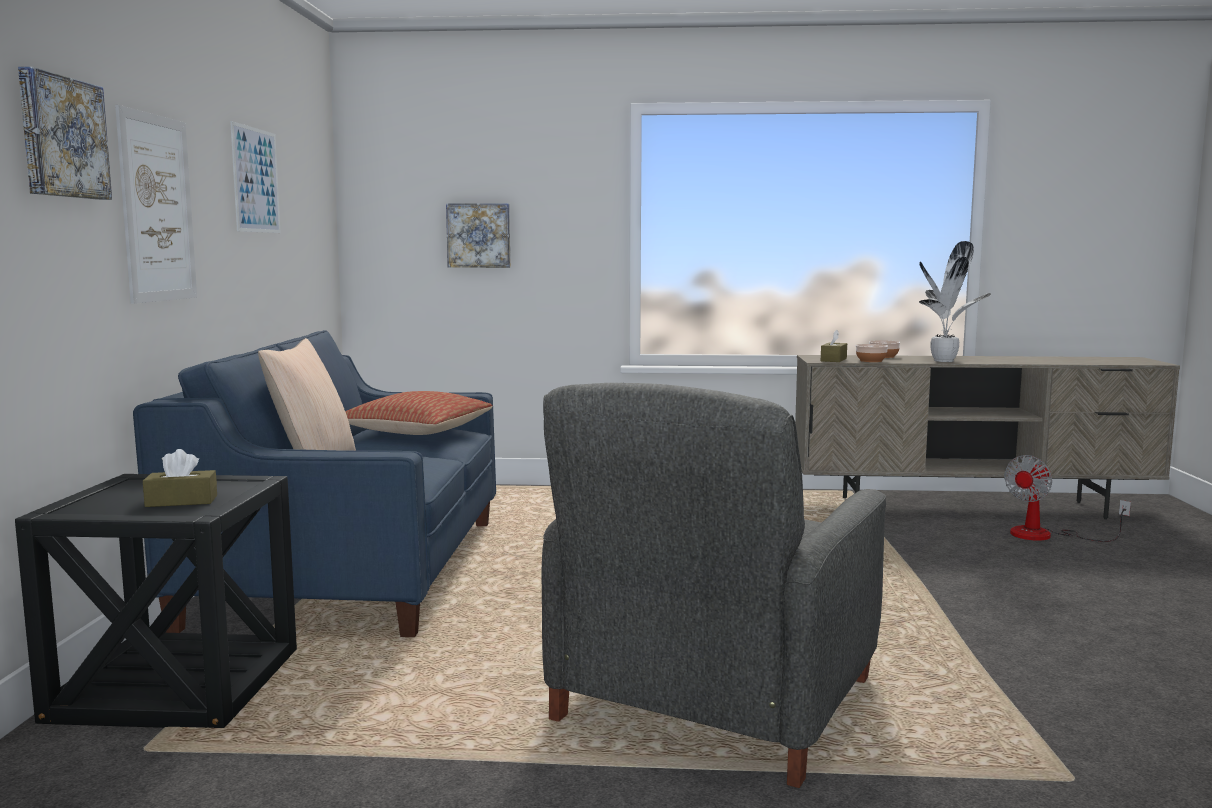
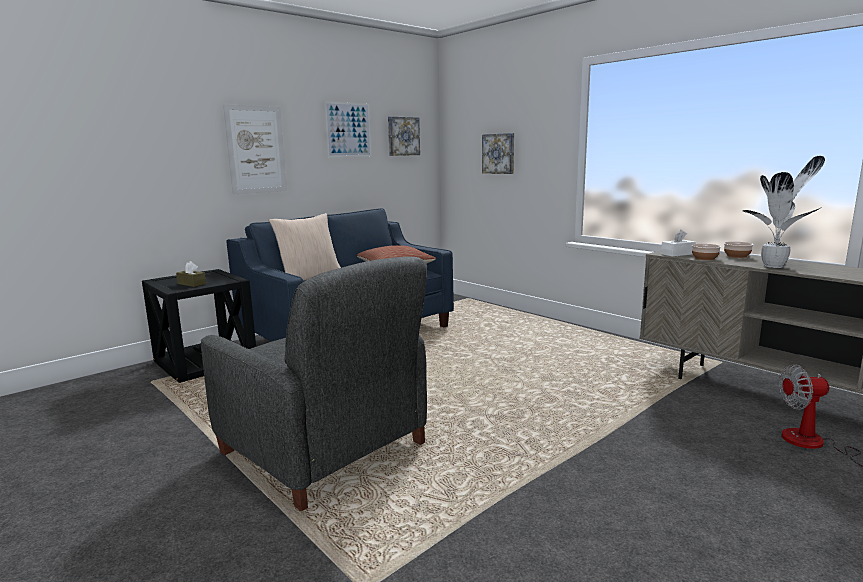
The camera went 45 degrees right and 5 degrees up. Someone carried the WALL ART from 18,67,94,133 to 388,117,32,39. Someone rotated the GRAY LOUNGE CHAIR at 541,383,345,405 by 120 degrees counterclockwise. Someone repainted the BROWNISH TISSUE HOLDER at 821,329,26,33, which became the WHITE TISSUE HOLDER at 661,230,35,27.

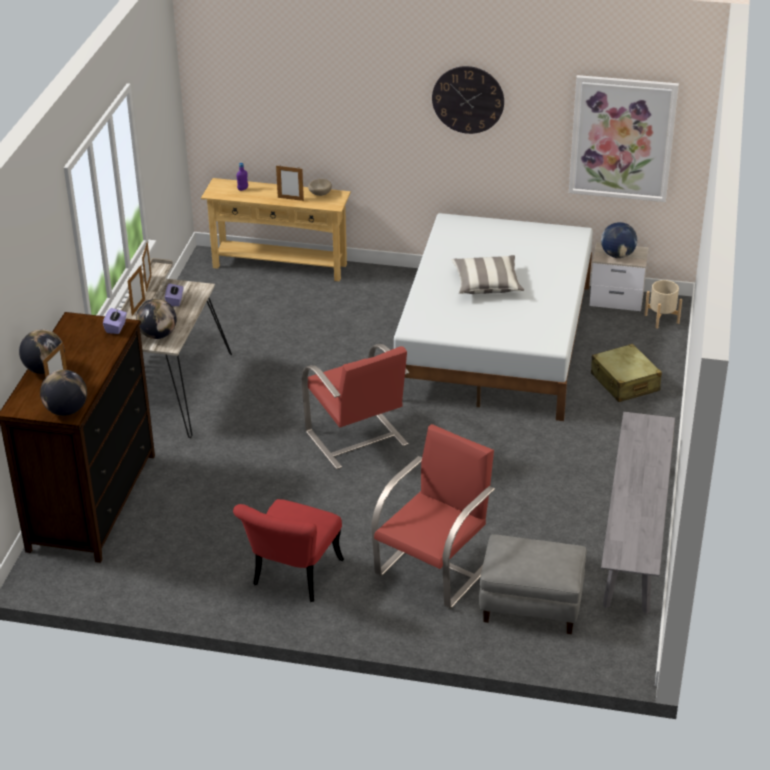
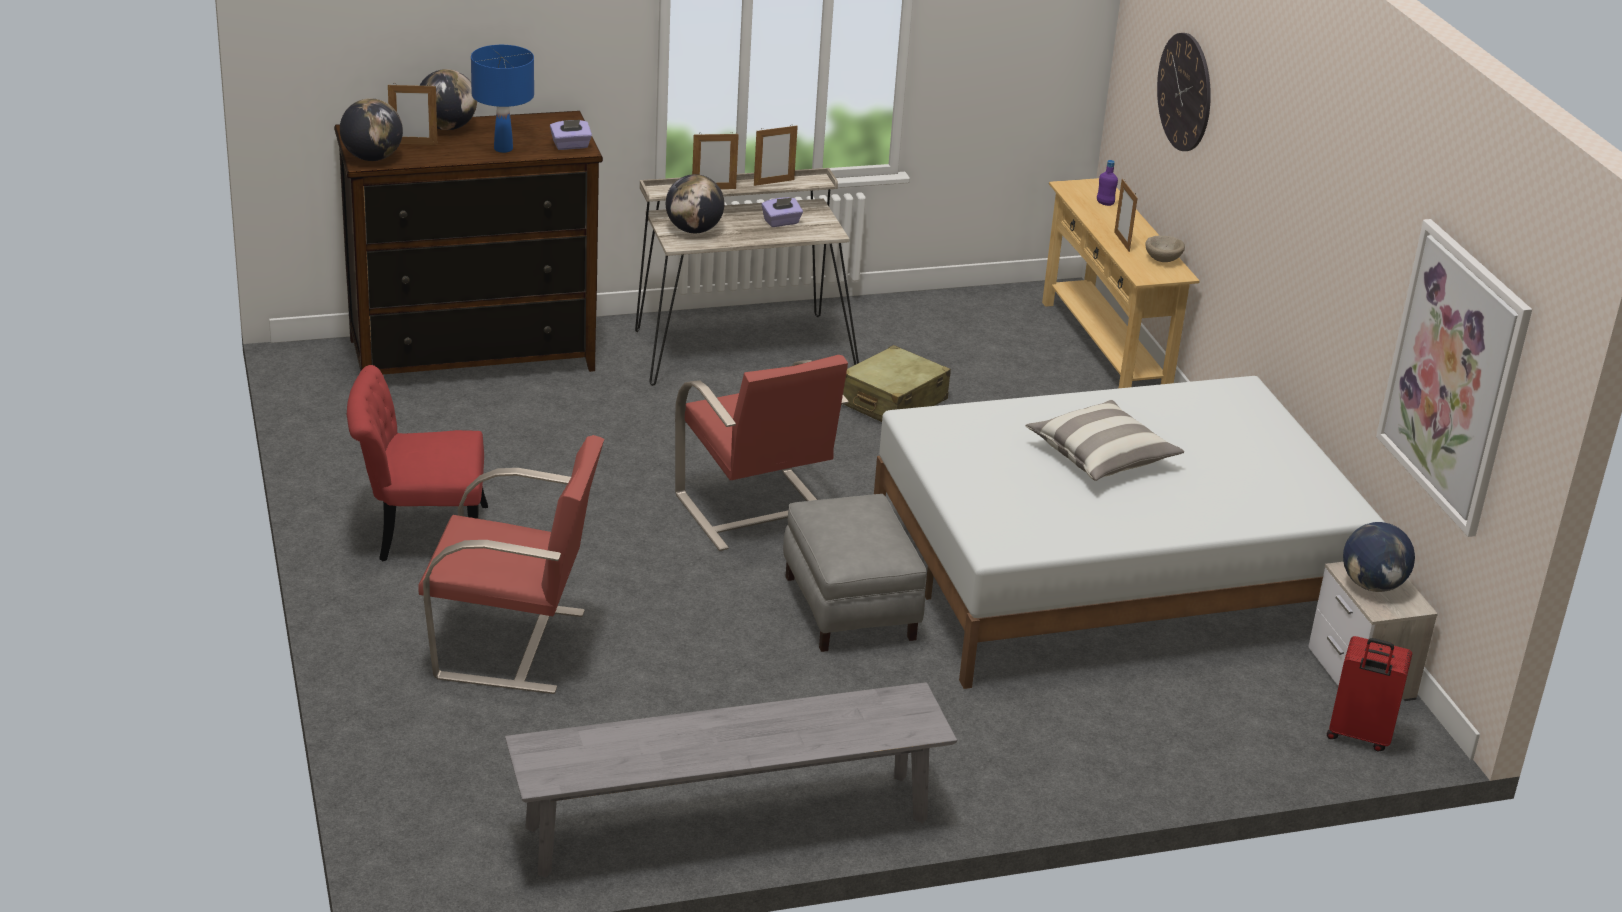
The camera went 60 degrees right and 5 degrees down. Someone rotated the REDDISH LOUNGE CHAIR at 301,344,108,125 by 60 degrees counterclockwise. Someone carried the CLOCK ON THE WALL from 432,66,72,68 to 1157,33,54,118. Someone carried the GRAY OTTOMAN from 479,534,107,100 to 783,494,144,158. Someone carried the BEIGE-COLOURED PIECE OF LUGGAGE from 591,344,71,58 to 843,345,108,77. Someone swapped the BEIGE-COLOURED PLANTER at 644,280,38,49 for the REDDISH PIECE OF LUGGAGE at 1327,636,85,116. Someone put down the BLUE-COLOURED TABLE LAMP at 471,45,63,108.

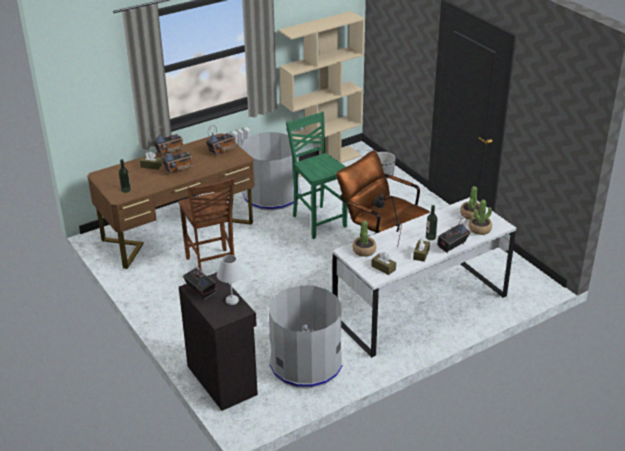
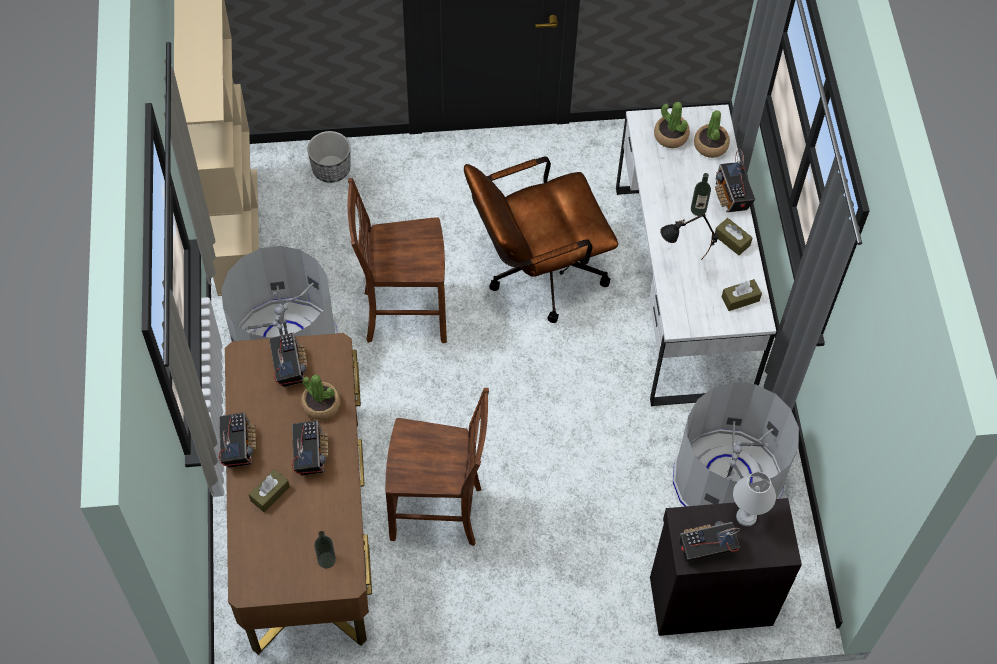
The camera went 65 degrees left and 25 degrees up. Someone repainted the GREEN-COLOURED PLAIN CHAIR at 286,112,62,127, which became the BROWNISH PLAIN CHAIR at 348,178,99,165. Someone carried the PLANT IN A POT from 352,220,24,37 to 301,375,40,45.

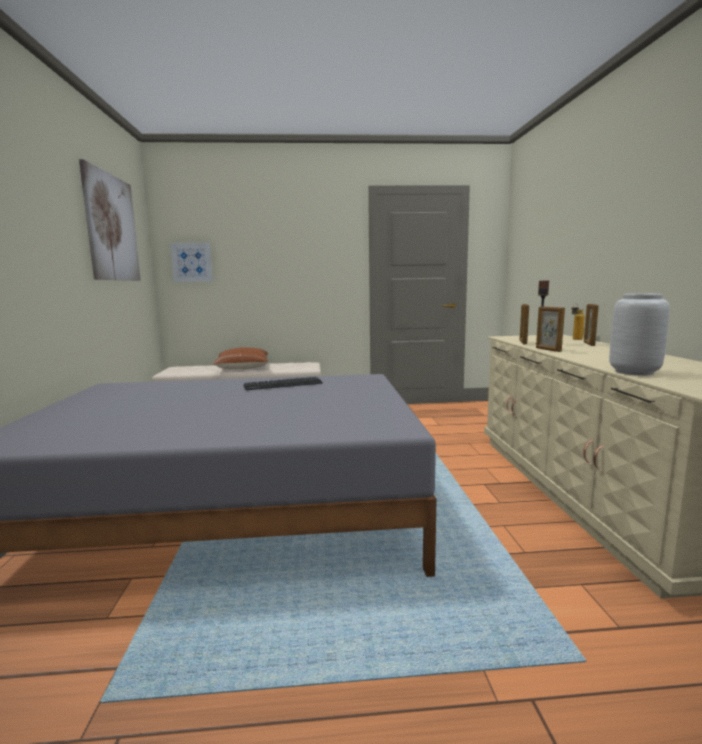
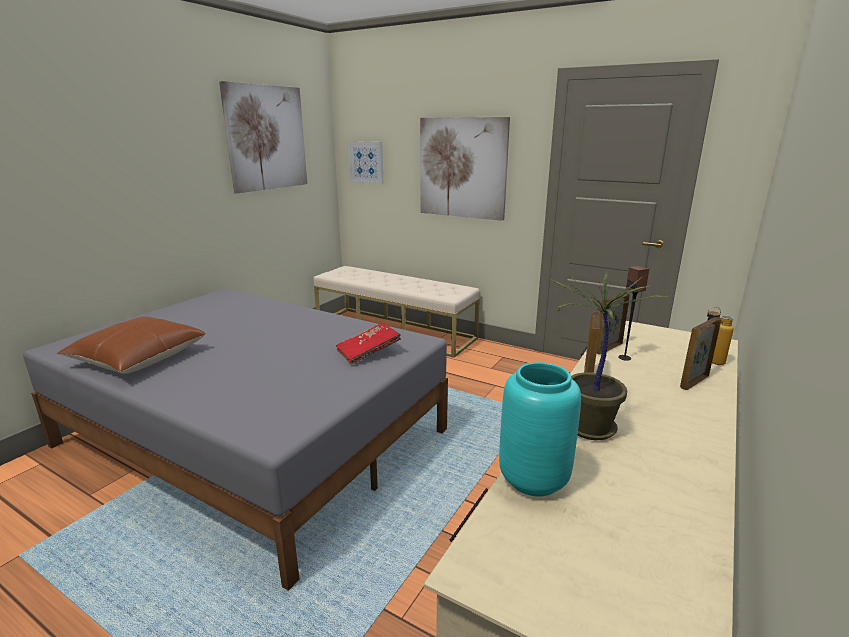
The camera went 35 degrees right and 10 degrees up. Someone carried the BROWNISH THROW PILLOW from 213,347,55,23 to 56,316,150,58. Someone took away the KEYBOARD at 243,377,80,13. Someone repainted the GRAY DECORATIVE VASE at 609,294,61,82, which became the TURQUOISE DECORATIVE VASE at 499,362,82,135. Someone put down the REDDISH VOLUME at 336,323,65,41. Someone put up the WALL ART at 420,117,90,104. Someone put down the PLANT IN A POT at 551,269,121,171.

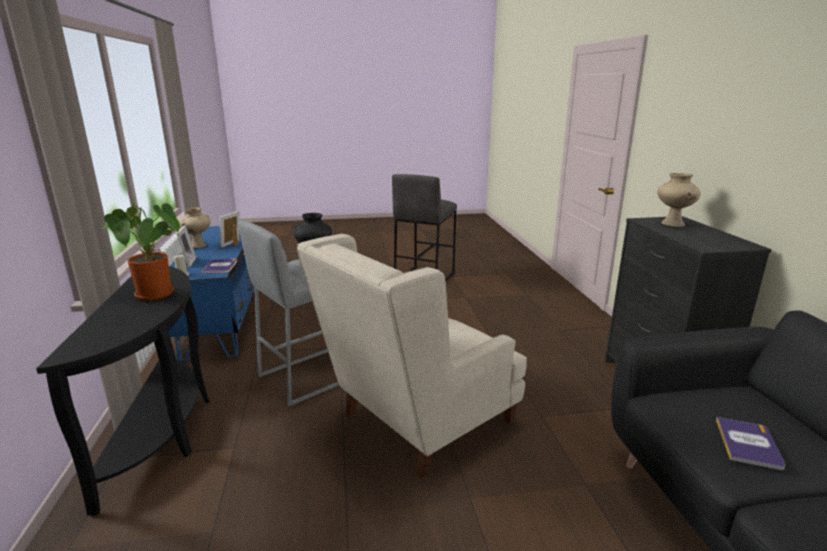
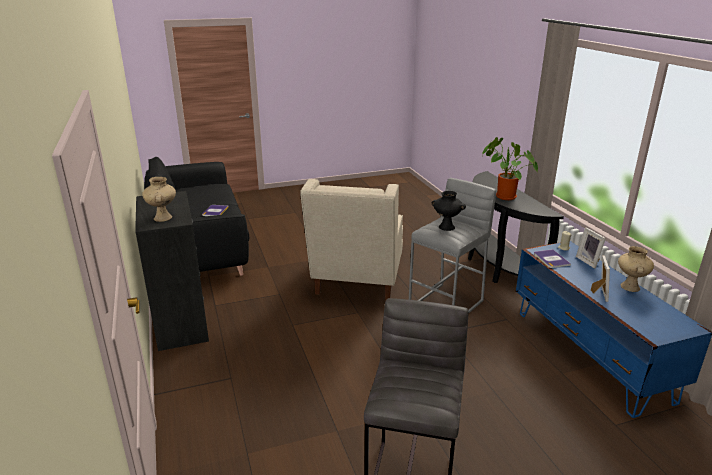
The camera went 170 degrees right and 5 degrees up. Someone rotated the BEIGE-COLOURED LOUNGE CHAIR at 297,234,230,245 by 150 degrees clockwise.

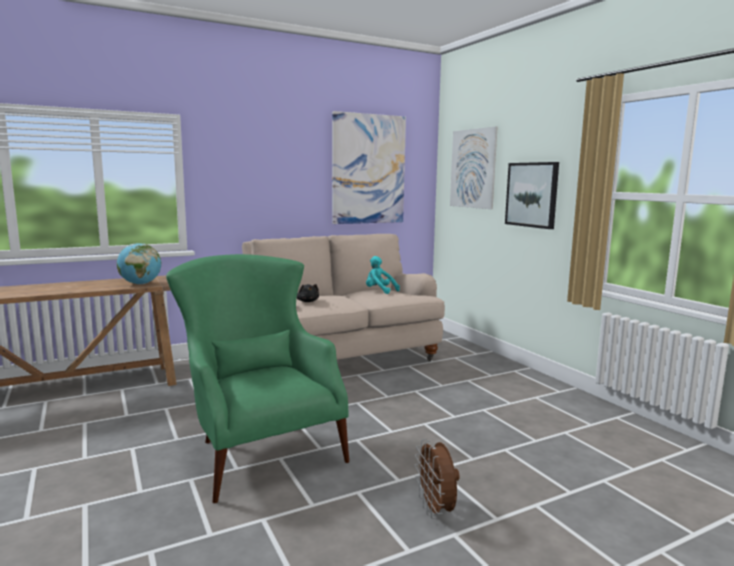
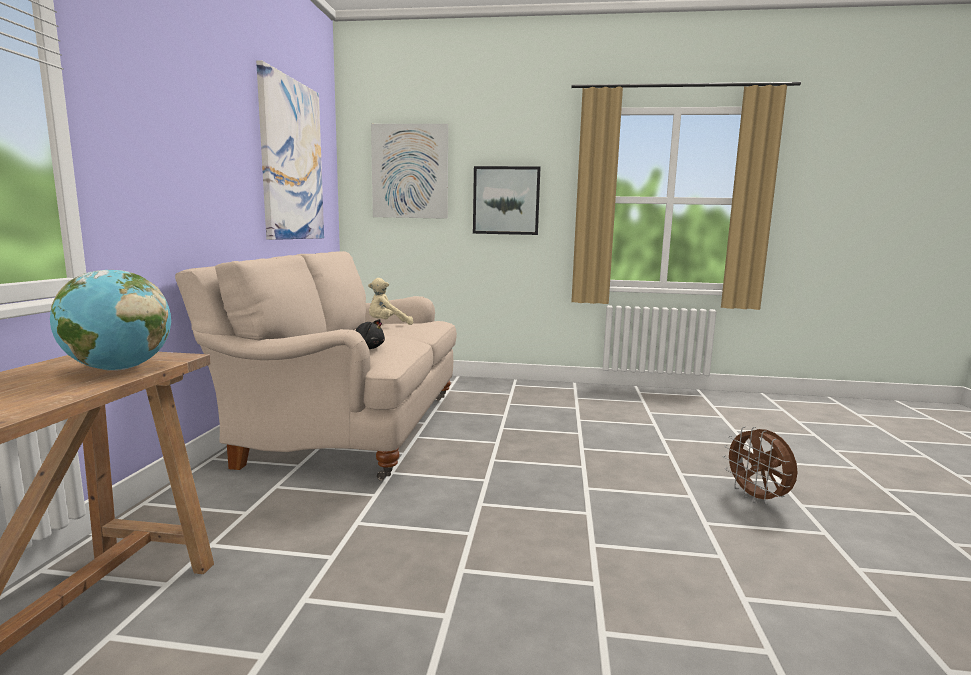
The camera went 55 degrees left and 0 degrees up. Someone took away the GREEN-COLOURED LOUNGE CHAIR at 166,254,183,249. Someone repainted the TURQUOISE SOFT TOY at 366,256,34,38, which became the BEIGE-COLOURED SOFT TOY at 368,278,45,47. Someone rotated the BROWNISH COOLING FAN at 414,439,46,80 by 45 degrees clockwise.

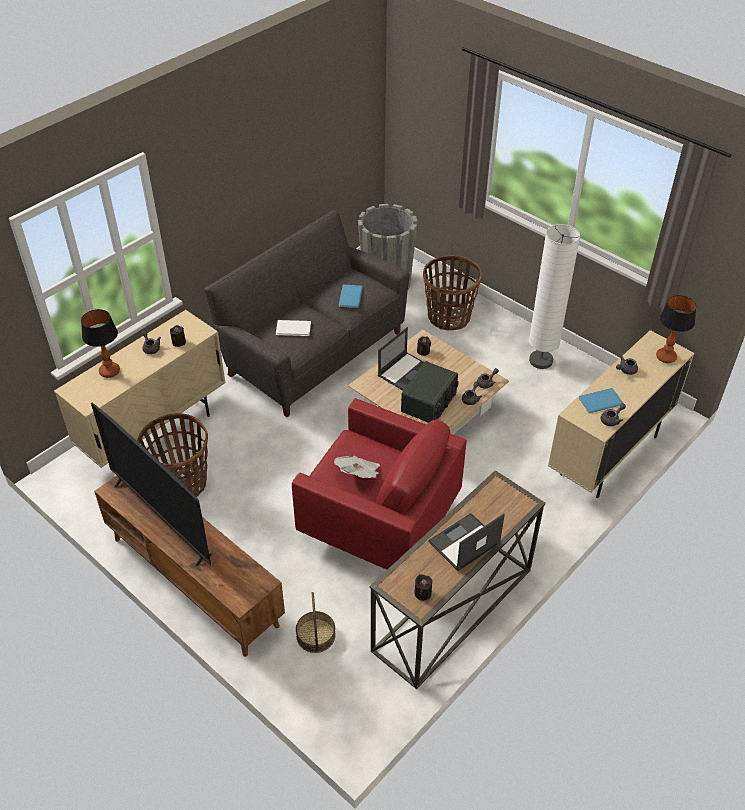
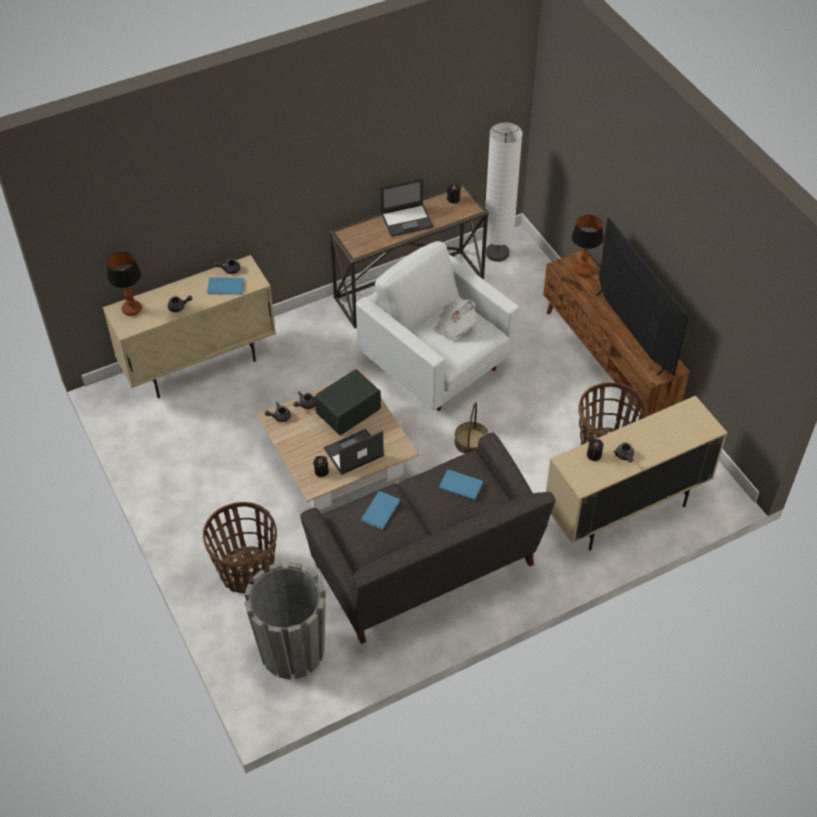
The camera went 160 degrees left and 5 degrees up. Someone carried the TABLE LAMP from 81,309,39,69 to 572,215,31,61. Someone repainted the WHITE VOLUME at 276,320,35,16, which became the BLUE-COLOURED VOLUME at 439,470,44,30. Someone repainted the REDDISH LOUNGE CHAIR at 292,398,175,172, which became the WHITE LOUNGE CHAIR at 356,241,164,170. Someone carried the BASKET from 296,592,40,61 to 454,402,35,52. Someone carried the WHITE STANDARD LAMP from 529,224,51,145 to 485,122,38,140.

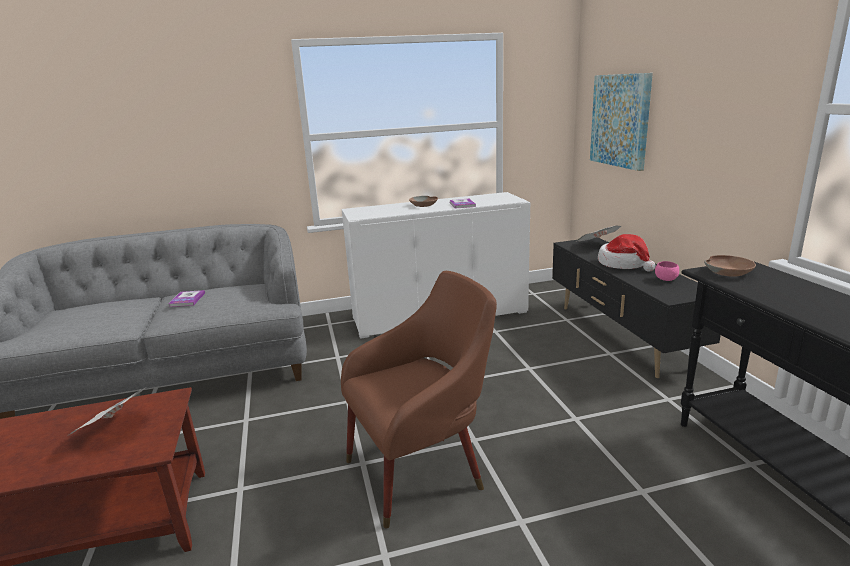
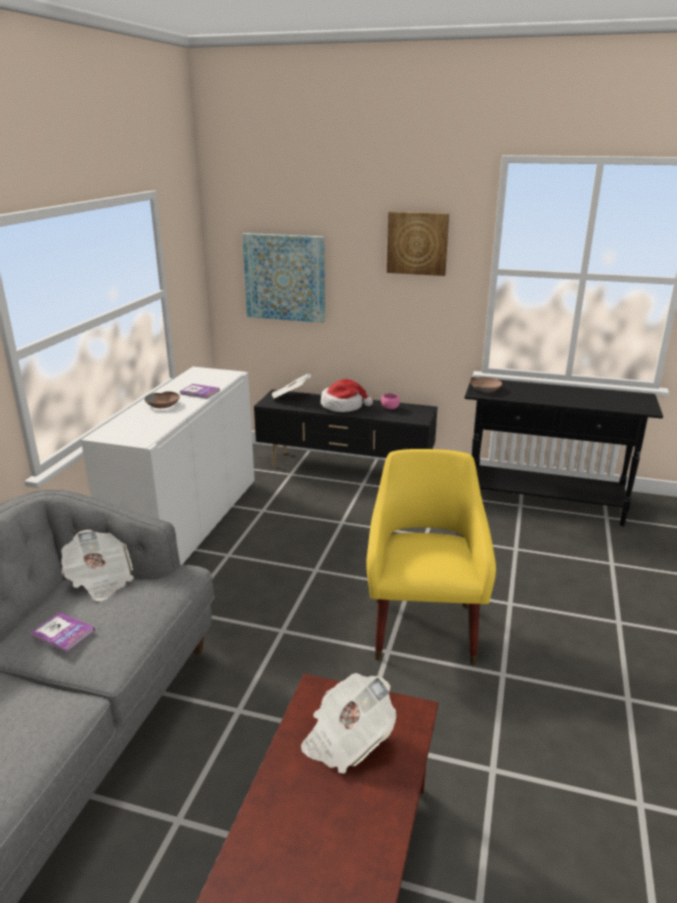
The camera went 60 degrees left and 5 degrees up. Someone repainted the BROWNISH LOUNGE CHAIR at 341,271,156,258, which became the YELLOW-COLOURED LOUNGE CHAIR at 366,449,130,216. Someone put down the PRINTED PAPER at 61,529,73,72. Someone put up the WALL ART at 387,211,62,65.

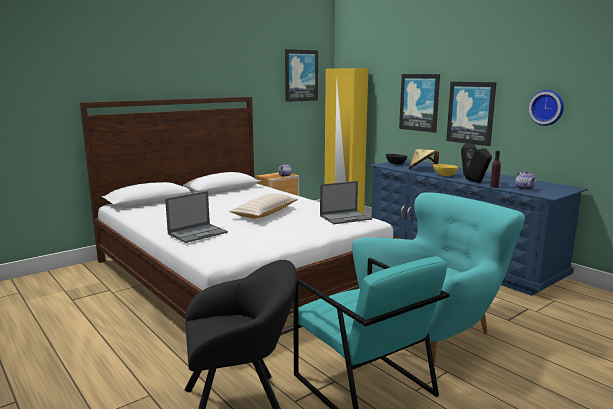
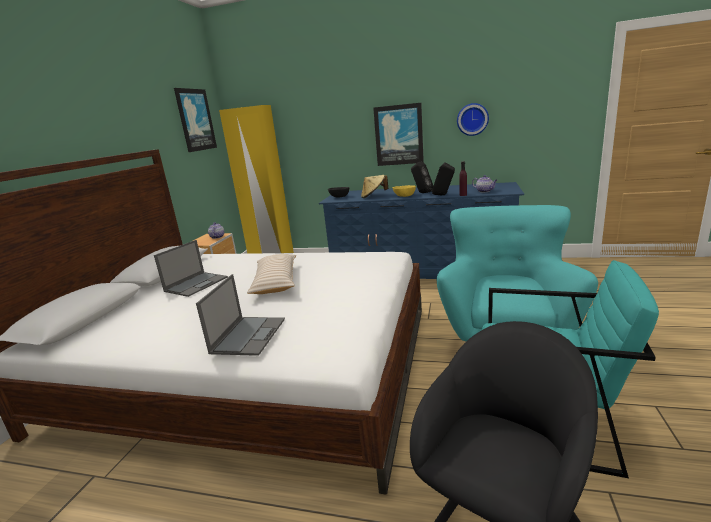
The camera went 35 degrees left and 5 degrees up. Someone carried the NOTEBOOK COMPUTER from 320,181,52,43 to 154,240,74,57. Someone took away the WALL ART at 399,74,41,59.

